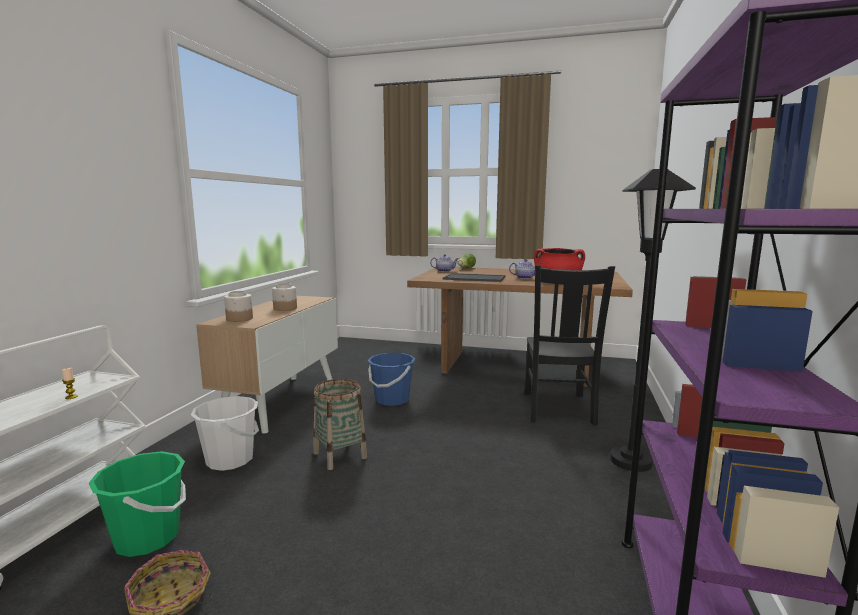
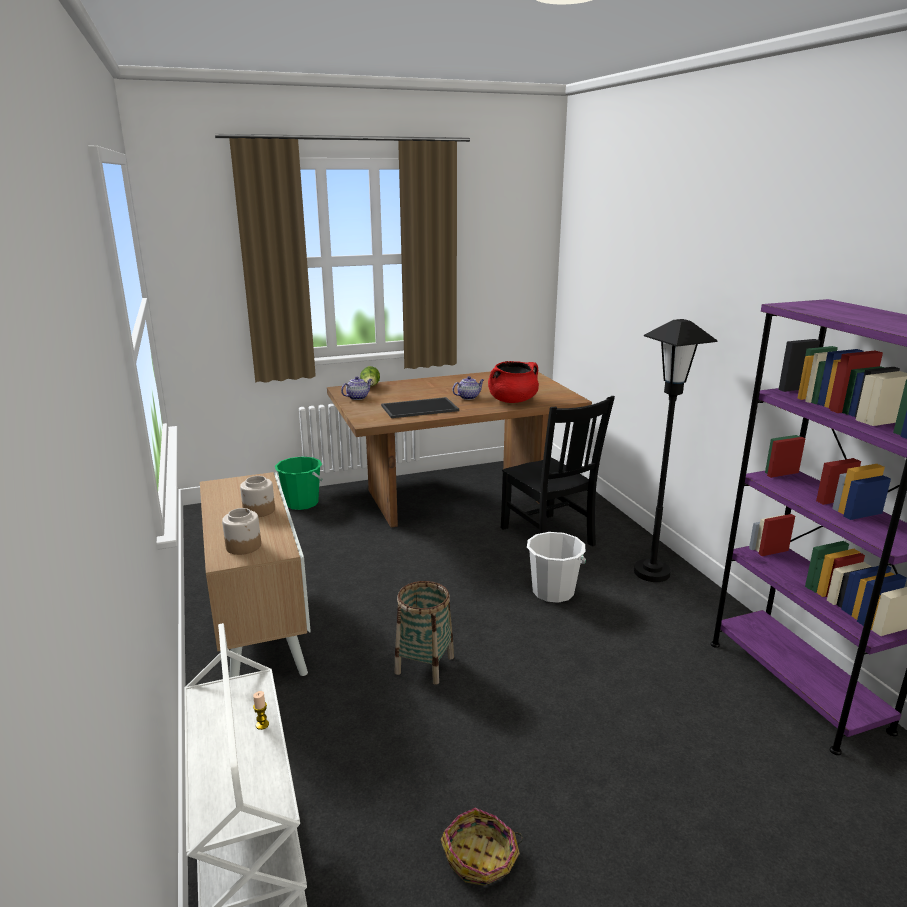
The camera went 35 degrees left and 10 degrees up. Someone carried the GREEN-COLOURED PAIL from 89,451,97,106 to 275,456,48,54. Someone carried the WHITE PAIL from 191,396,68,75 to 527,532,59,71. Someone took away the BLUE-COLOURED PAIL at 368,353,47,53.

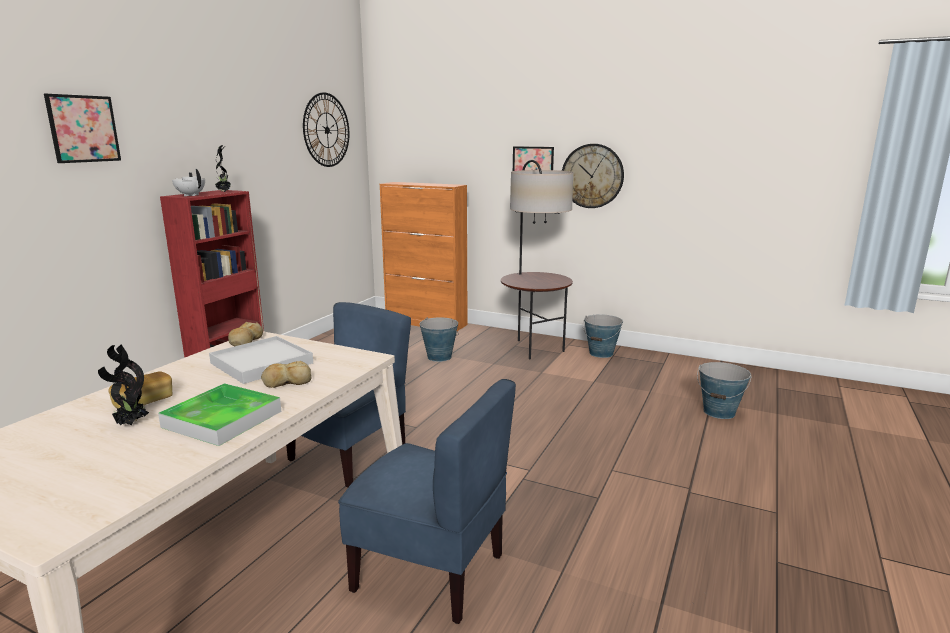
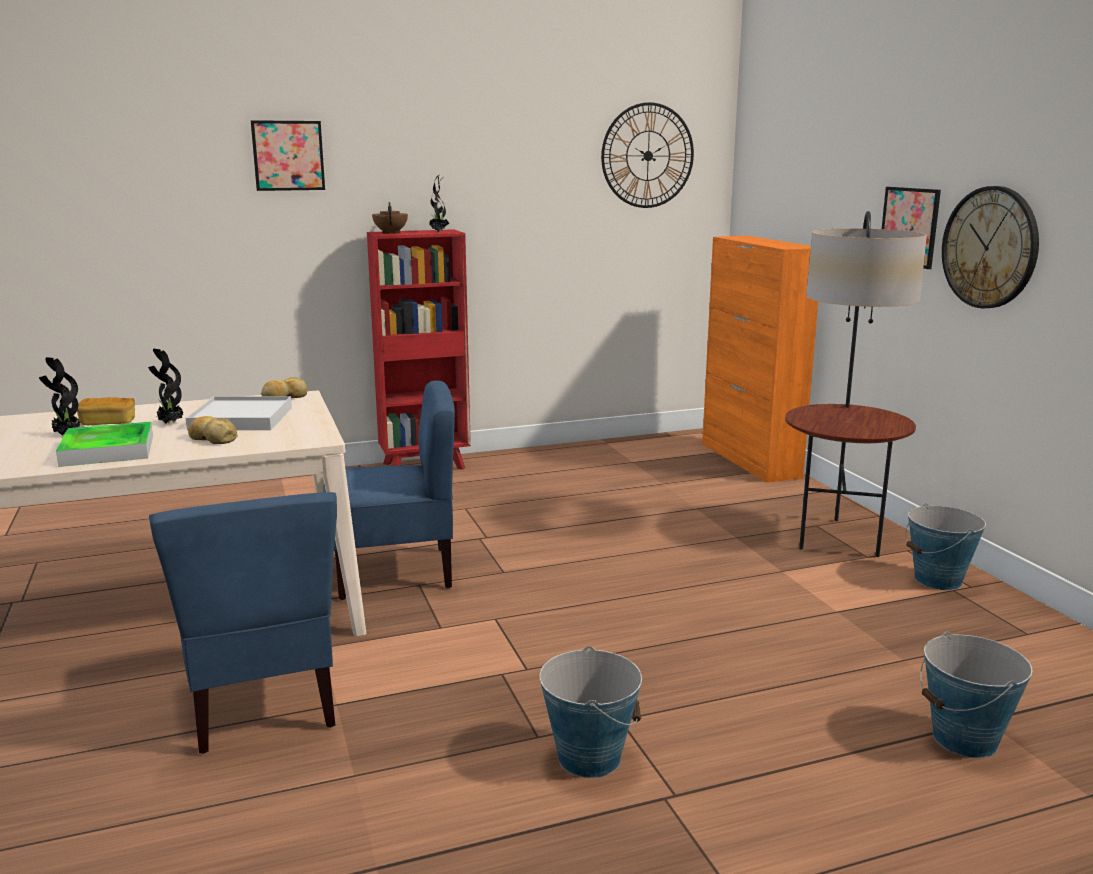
The camera went 45 degrees right and 0 degrees up. Someone repainted the WHITE TEA POT at 172,169,33,27, which became the BROWNISH TEA POT at 372,202,36,31. Someone carried the PAIL from 419,317,40,45 to 539,646,103,132. Someone put down the PLANT IN A POT at 148,349,35,75.

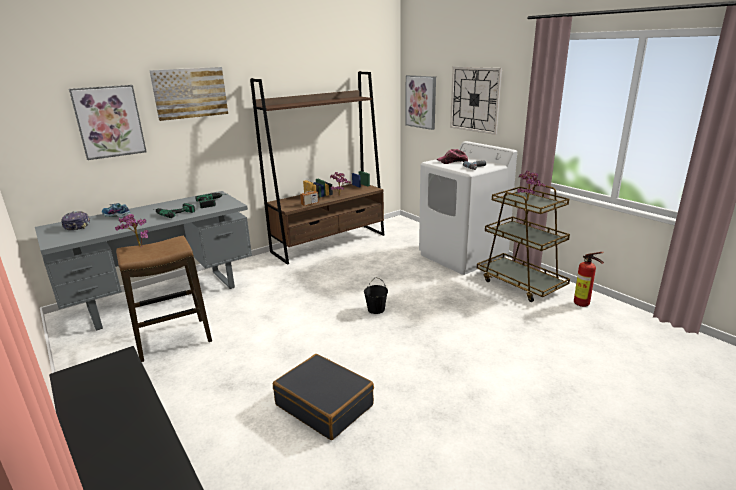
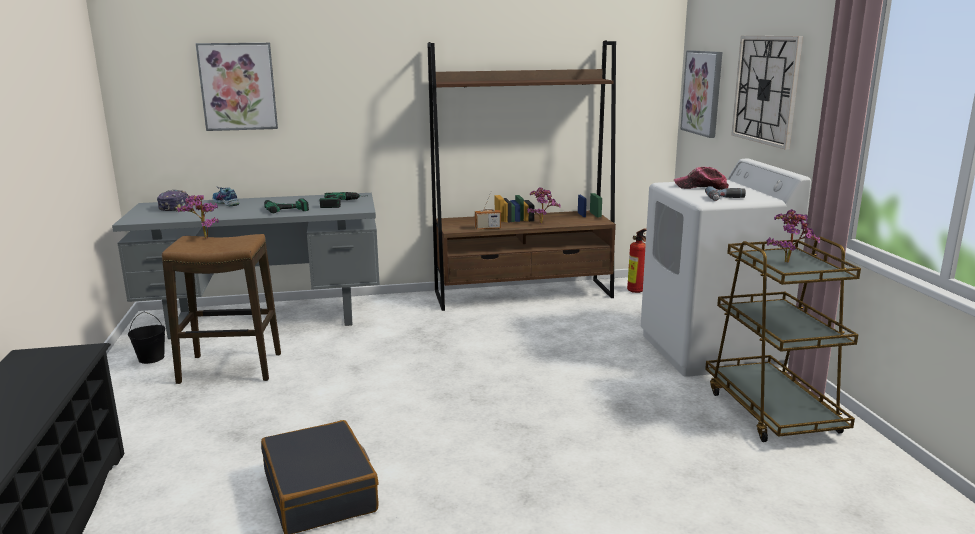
The camera went 25 degrees right and 5 degrees down. Someone took away the WALL ART at 149,67,79,54. Someone carried the BLACK-COLOURED PAIL from 364,277,24,37 to 128,312,37,52. Someone carried the FIRE-FIGHTING CYLINDER from 574,252,30,55 to 627,228,20,65.

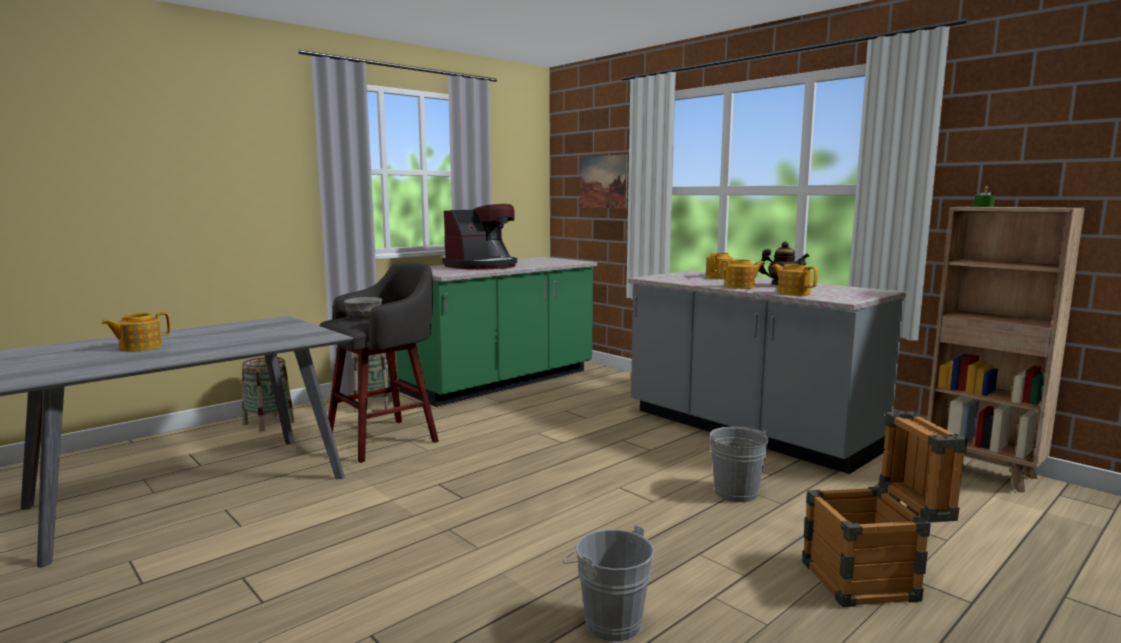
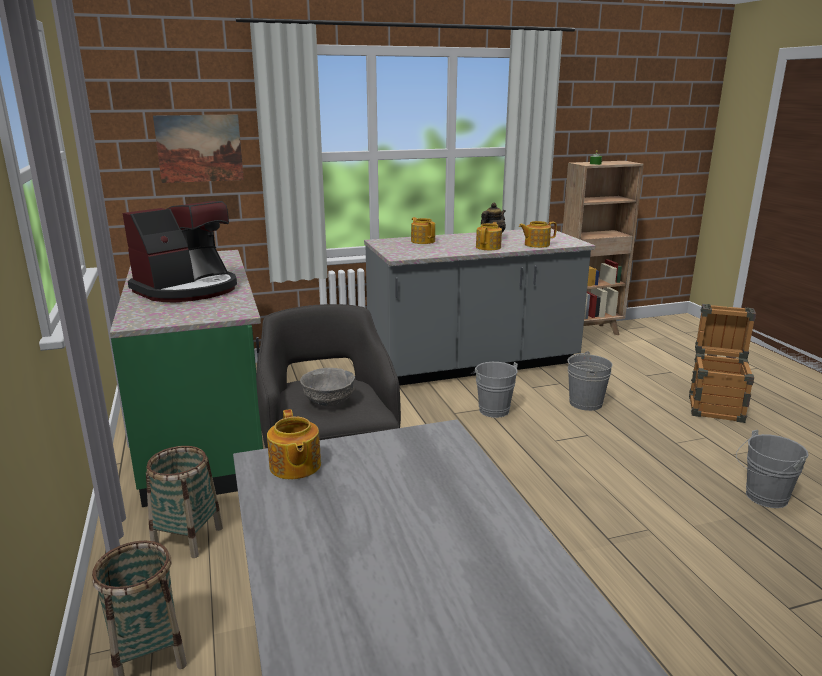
The camera went 65 degrees left and 10 degrees up. Someone carried the TEA POT from 101,312,69,40 to 267,409,54,70. Someone rotated the COFFEE MACHINE at 442,204,75,66 by 60 degrees clockwise. Someone put down the GRAY PAIL at 471,362,47,56.

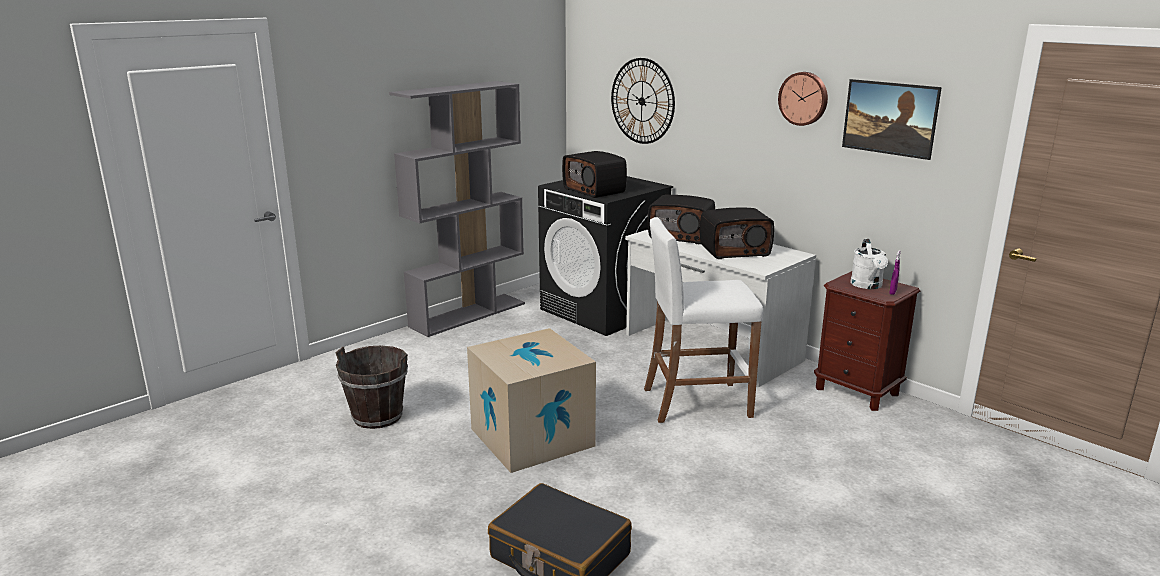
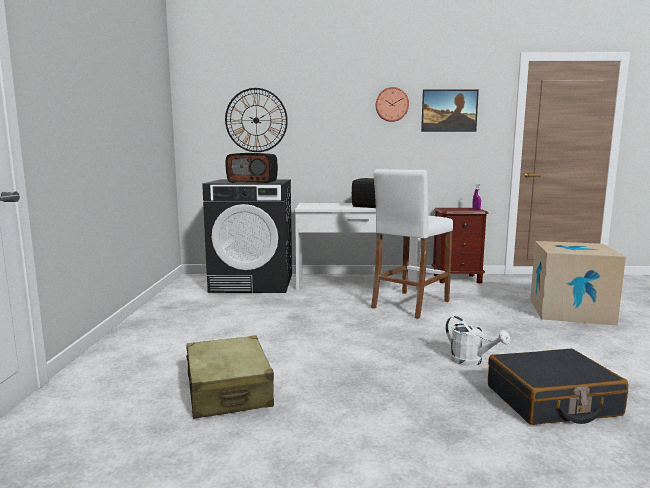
The camera went 45 degrees left and 10 degrees down. Someone swapped the BROWNISH PAIL at 335,346,73,83 for the BEIGE-COLOURED PIECE OF LUGGAGE at 186,336,88,83. Someone took away the GRAY BOOKSHELF at 389,81,136,256. Someone carried the CARDBOARD BOX from 467,328,129,145 to 530,241,96,85. Someone took away the RADIO RECEIVER at 647,195,68,49. Someone carried the WHITE SPRINKLING CAN from 850,239,38,50 to 446,316,64,50.

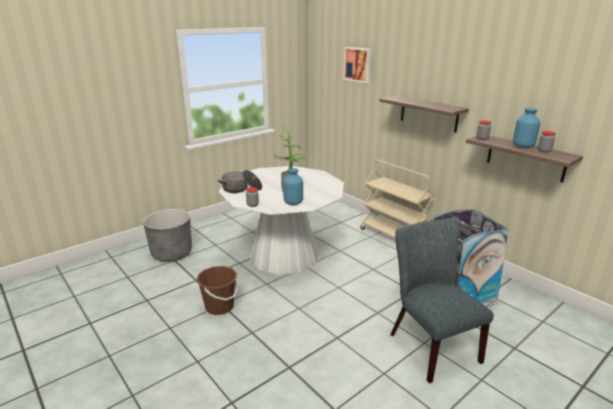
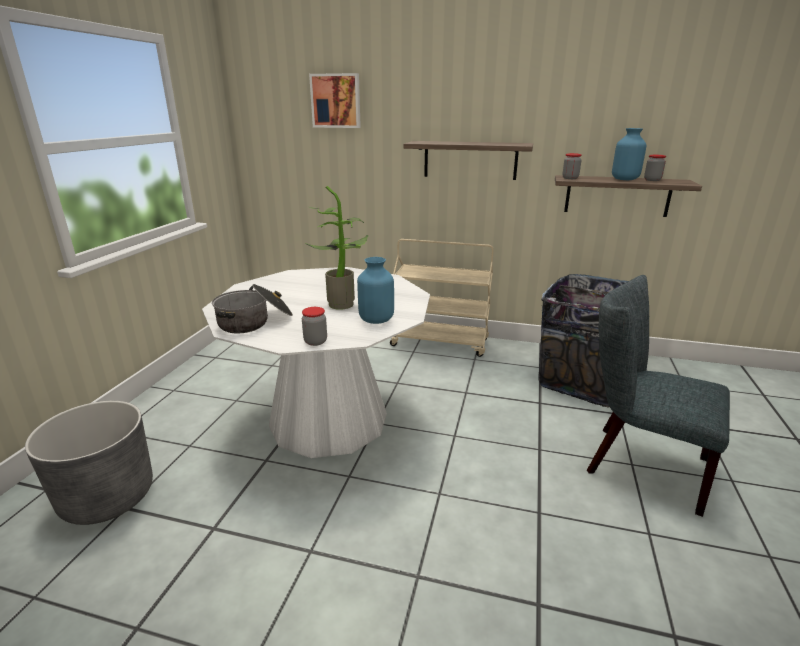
The camera went 35 degrees left and 0 degrees up. Someone took away the BROWNISH PAIL at 196,266,42,49.

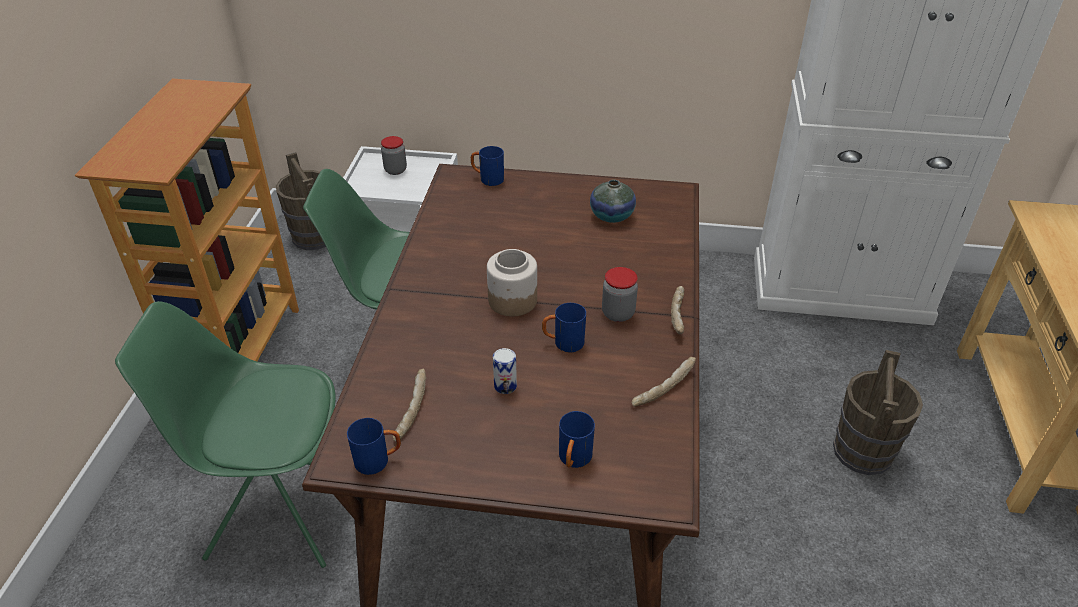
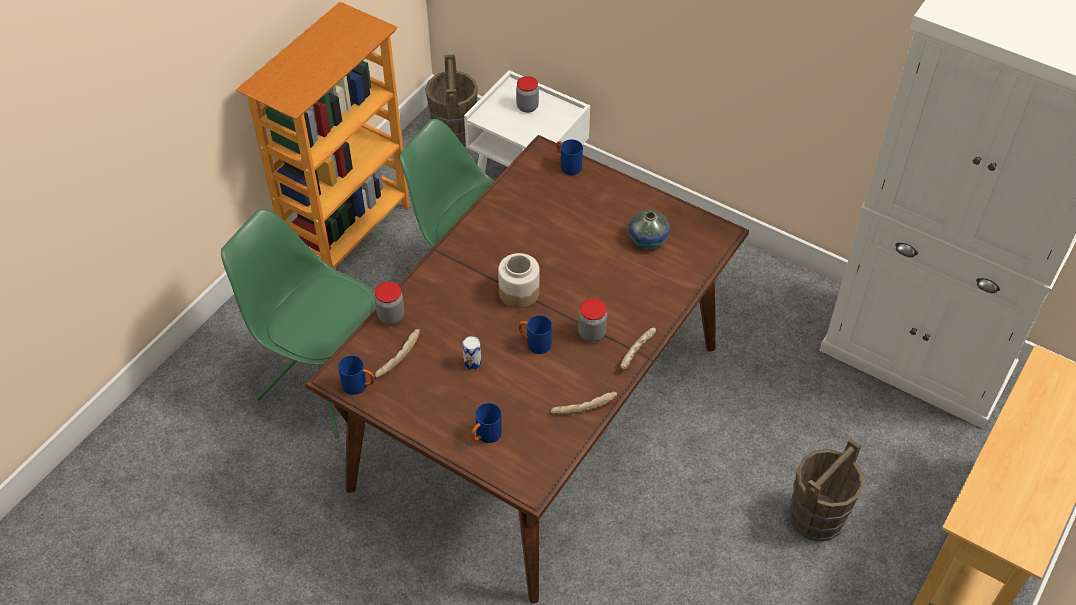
The camera went 25 degrees right and 10 degrees up. Someone put down the STORAGE JAR at 374,282,31,43.

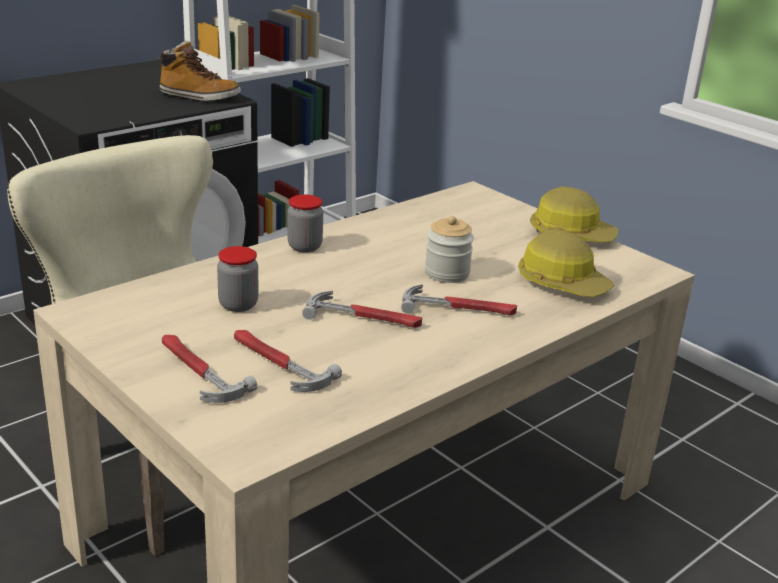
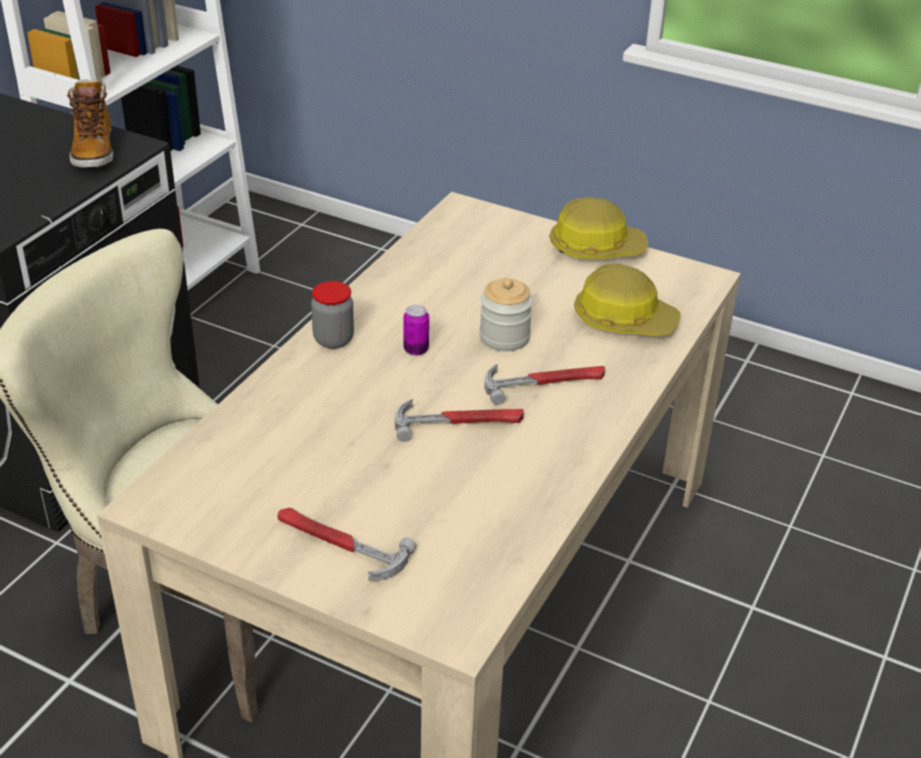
The camera went 20 degrees left and 10 degrees up. Someone rotated the TALL BOOT at 158,41,83,61 by 90 degrees clockwise. Someone took away the STORAGE JAR at 217,246,41,66. Someone took away the TOOL HAMMER at 234,330,108,62. Someone put down the SEALED CAN at 403,305,26,51.

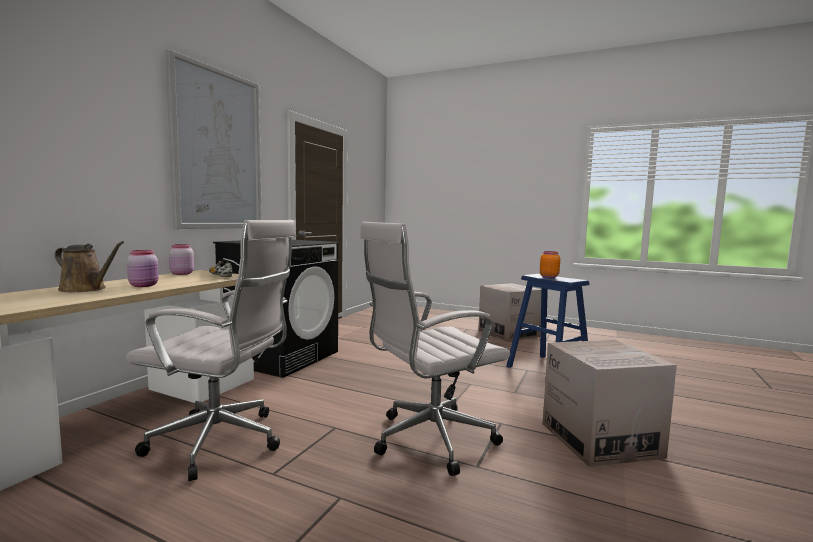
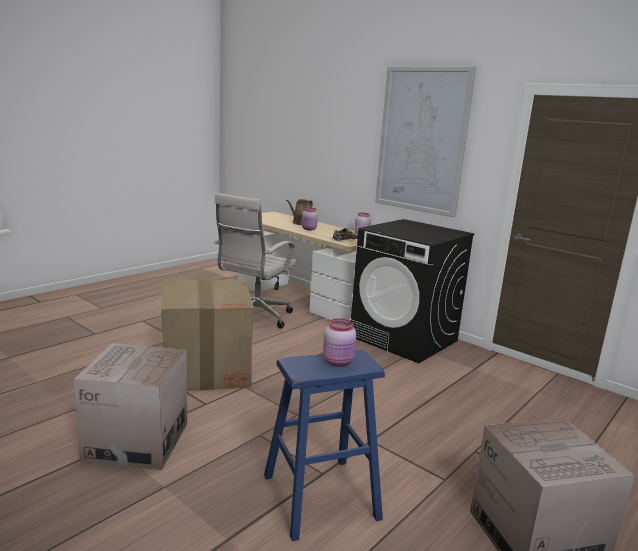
The camera went 105 degrees right and 10 degrees up. Someone swapped the WHITE COMPUTER CHAIR at 360,222,150,254 for the CARDBOARD BOX at 161,279,93,112. Someone repainted the ORANGEY STORAGE JAR at 540,251,20,27, which became the PINK STORAGE JAR at 323,318,33,49.

